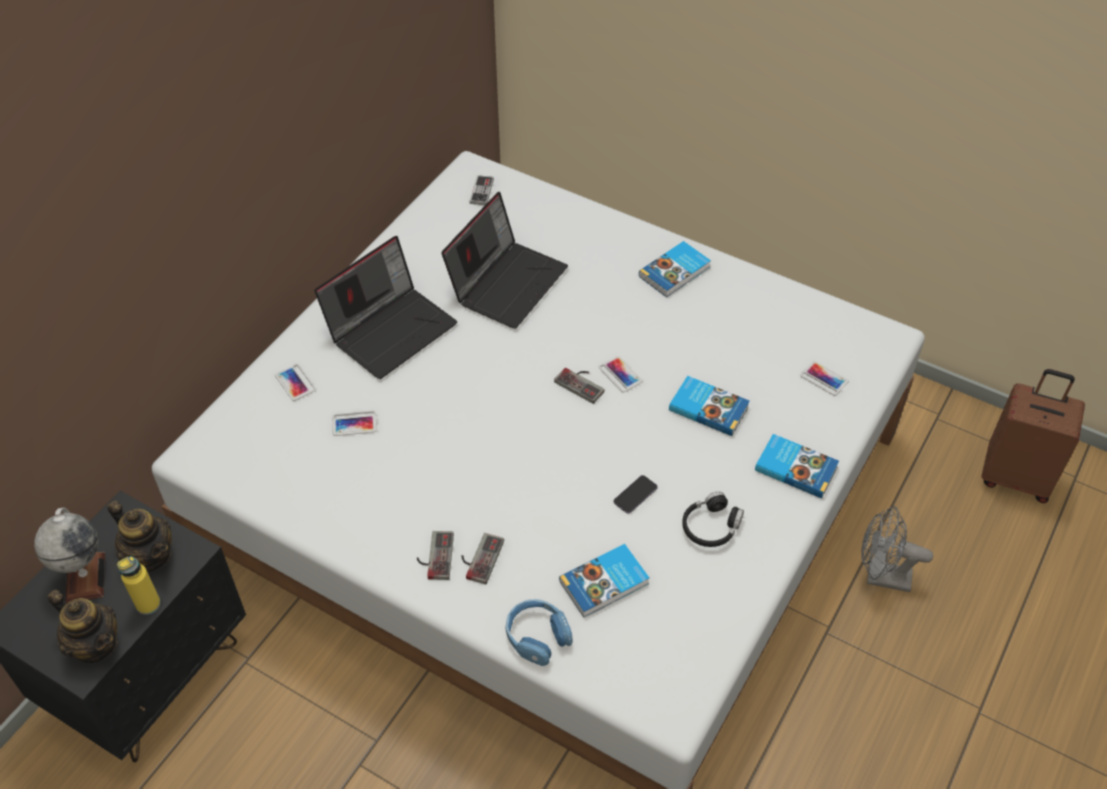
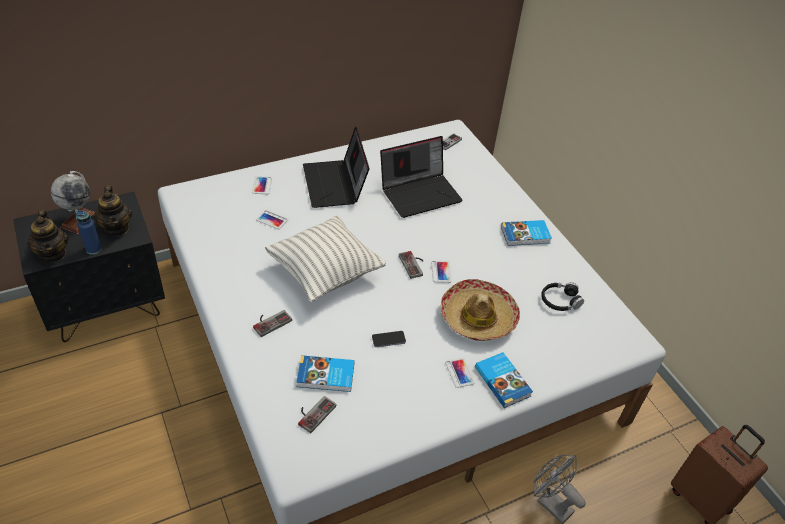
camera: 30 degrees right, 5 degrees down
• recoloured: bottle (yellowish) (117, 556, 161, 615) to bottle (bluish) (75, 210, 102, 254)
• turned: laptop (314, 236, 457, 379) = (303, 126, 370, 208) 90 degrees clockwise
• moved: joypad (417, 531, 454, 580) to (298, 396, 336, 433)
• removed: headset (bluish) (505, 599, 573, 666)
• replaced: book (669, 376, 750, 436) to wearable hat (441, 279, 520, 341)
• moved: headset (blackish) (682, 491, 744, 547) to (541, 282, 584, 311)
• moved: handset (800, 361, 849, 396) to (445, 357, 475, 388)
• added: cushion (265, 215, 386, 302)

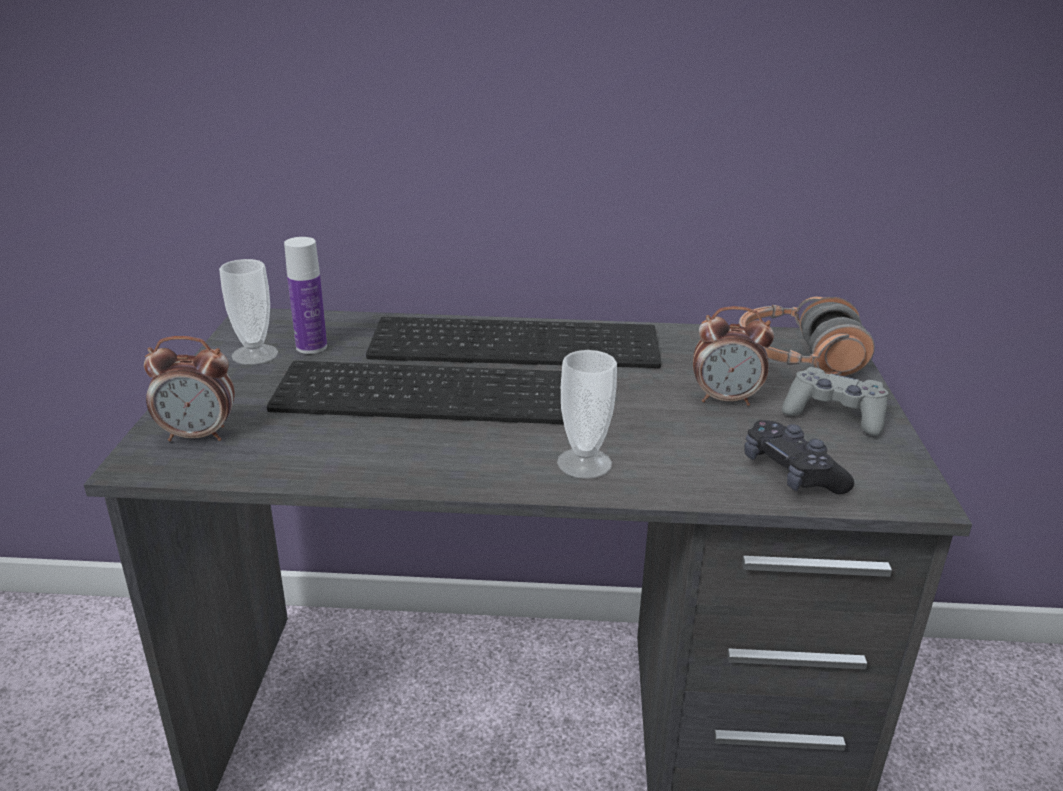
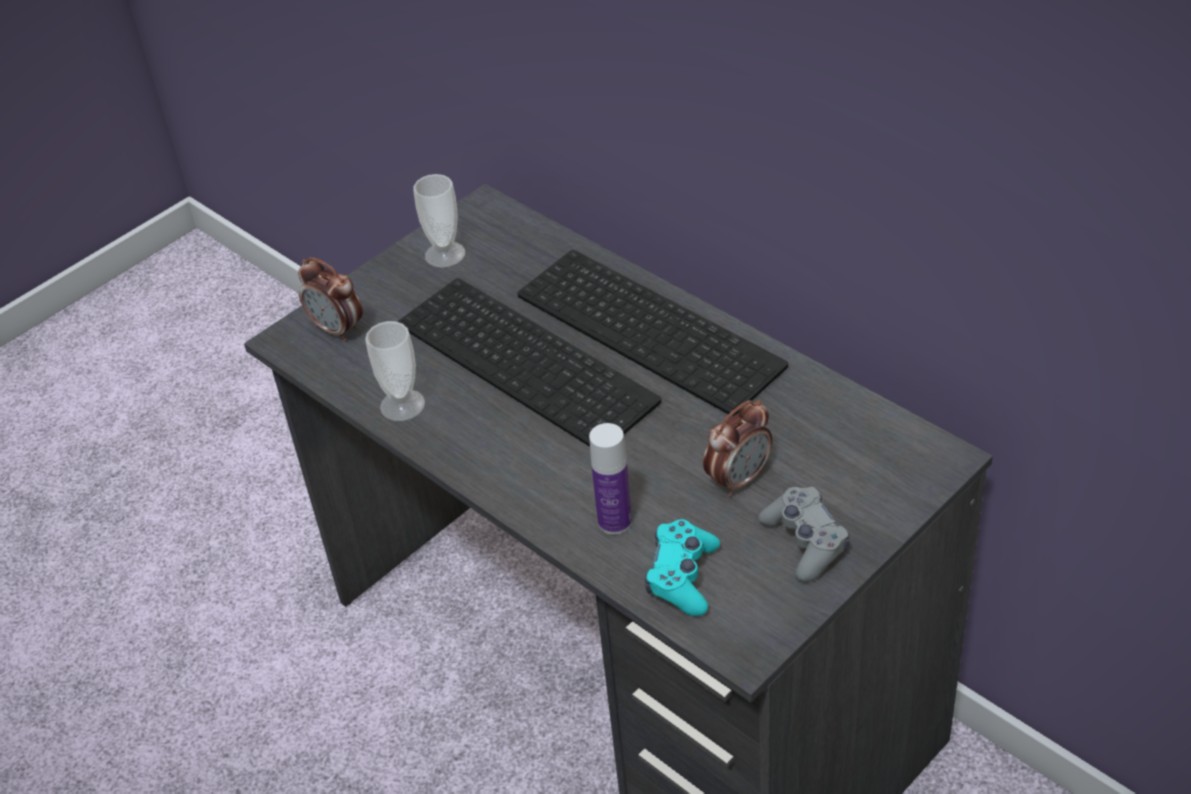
camera: 45 degrees right, 15 degrees up
• moved: bottle (284, 237, 327, 354) to (589, 423, 632, 535)
• moved: drinking cup (557, 350, 617, 479) to (365, 321, 425, 421)
• turned: table clock (693, 306, 774, 406) = (703, 400, 772, 497) 90 degrees counterclockwise
• removed: headset (739, 297, 875, 376)
• recoloured: joypad (blackish) (744, 420, 854, 494) to joypad (turquoise) (645, 519, 720, 616)

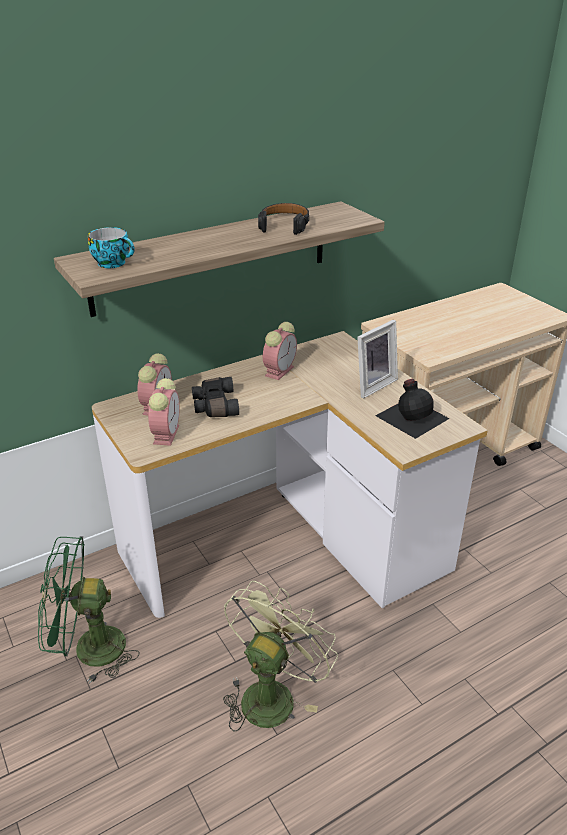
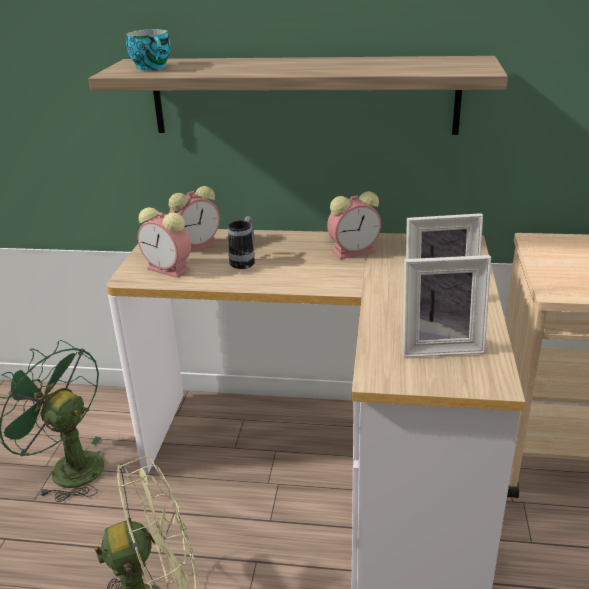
camera: 40 degrees right, 5 degrees down
• turned: table clock (147, 378, 180, 446) = (138, 207, 191, 278) 75 degrees clockwise
• replaced: pair of binoculars (blackish) (192, 377, 239, 417) to coffee mug (228, 216, 255, 269)
• removed: headset (blackish) (258, 203, 310, 235)
• replaced: bottle (blackish) (375, 379, 450, 439) to standing frame (402, 255, 491, 357)

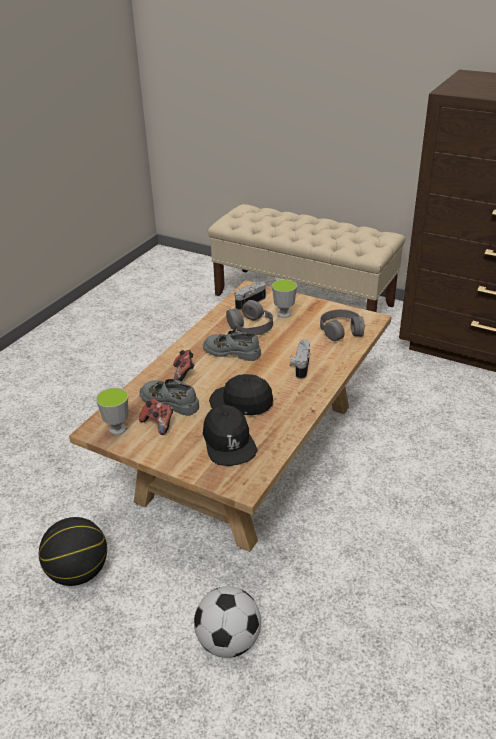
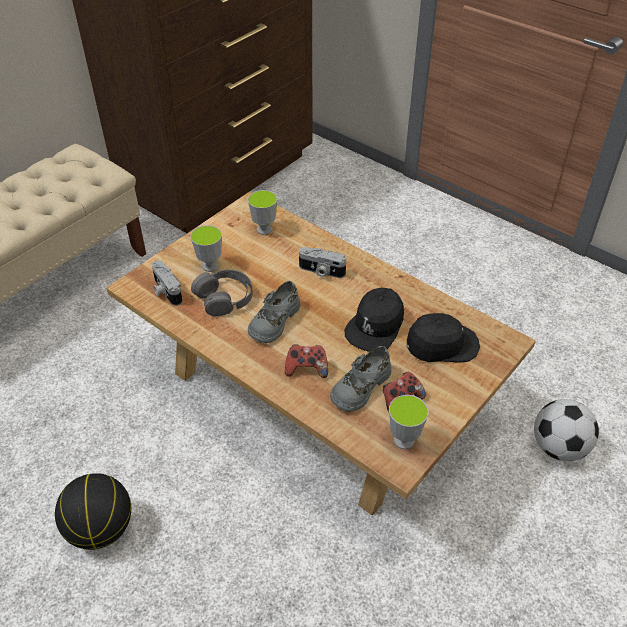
camera: 80 degrees left, 10 degrees up
• moved: basketball (39, 517, 107, 586) to (55, 473, 131, 550)
• replaced: headset (grey) (320, 309, 364, 341) to drinking cup (248, 190, 278, 235)

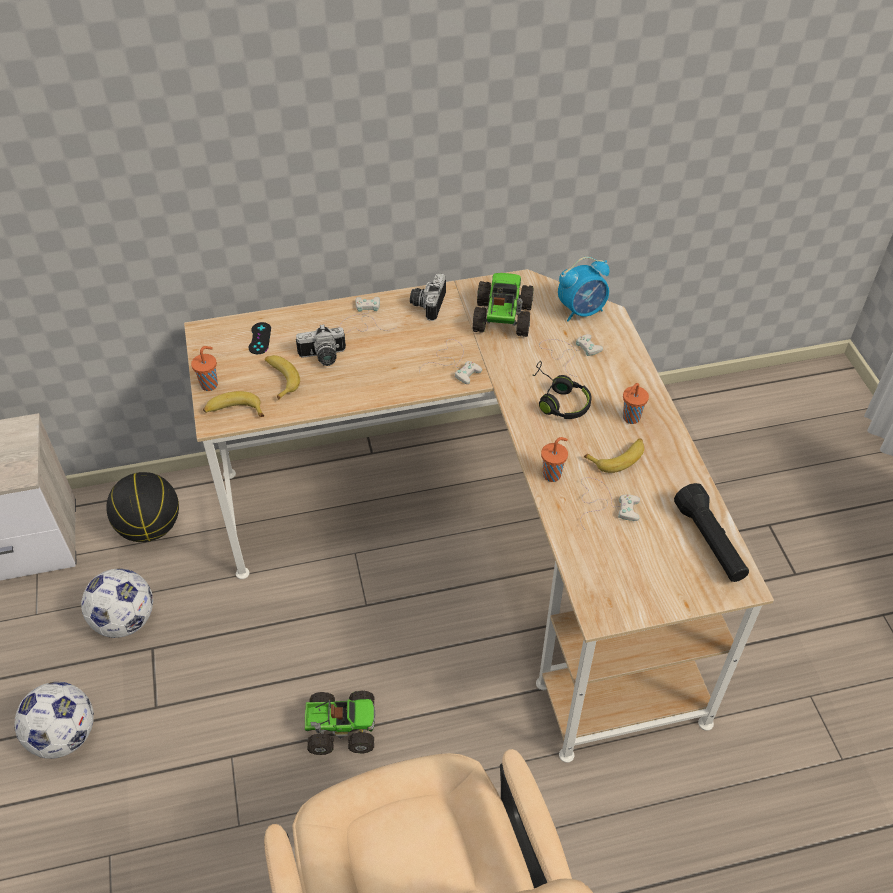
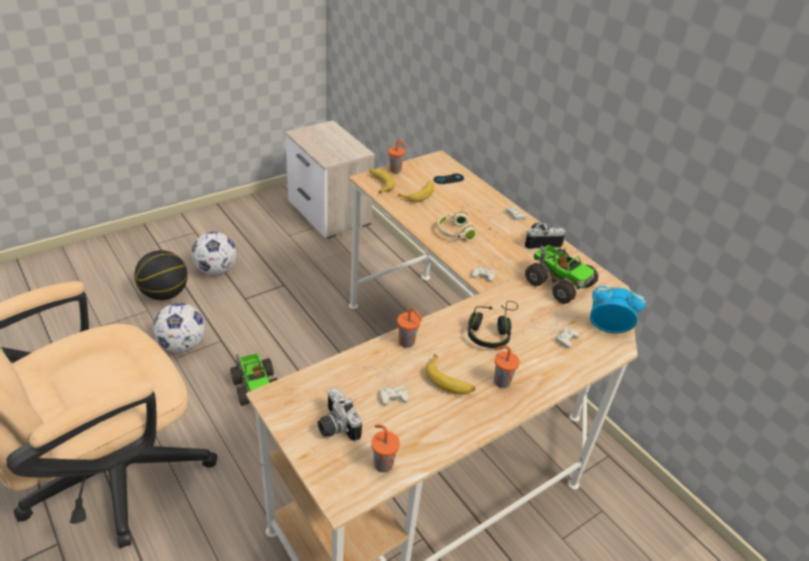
camera: 65 degrees right, 10 degrees down
• moved: ball for football (81, 569, 153, 638) to (153, 303, 205, 353)
• moved: basketball (106, 472, 179, 542) to (135, 250, 188, 300)
• moved: still camera (296, 324, 346, 366) to (318, 387, 362, 441)
• turned: toy lorry (472, 273, 534, 337) = (525, 245, 598, 304) 60 degrees clockwise
• turned: table clock (558, 257, 610, 322) = (590, 286, 646, 333) 150 degrees clockwise
• replaced: torch (blackish) (674, 483, 749, 582) to drinking cup (orange) (371, 425, 400, 472)
• added: headset (beige) (437, 206, 495, 240)

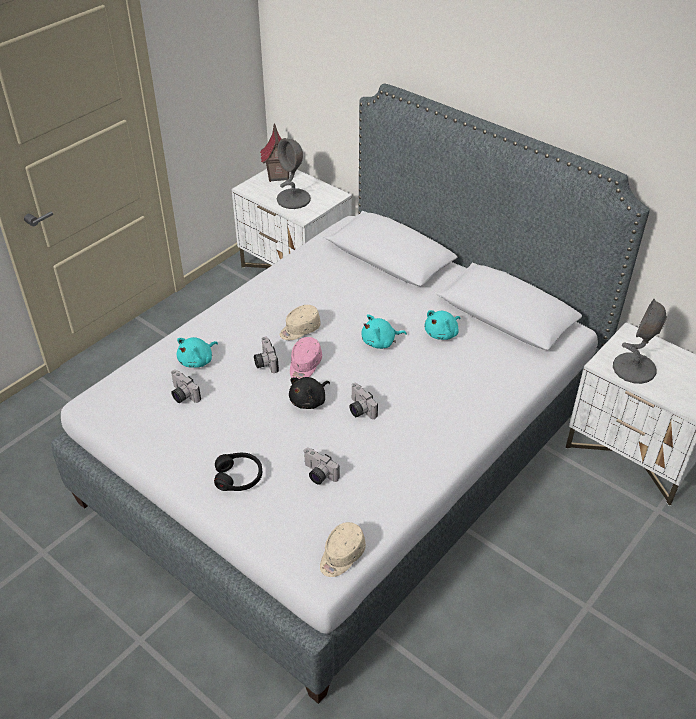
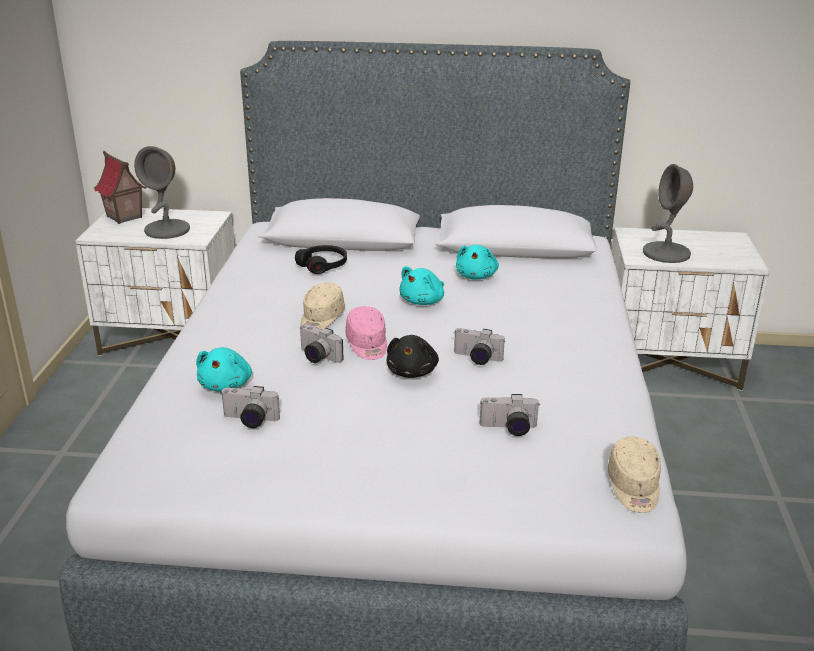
camera: 35 degrees left, 15 degrees down
• moved: headset (blackish) (214, 452, 262, 491) to (295, 245, 347, 274)

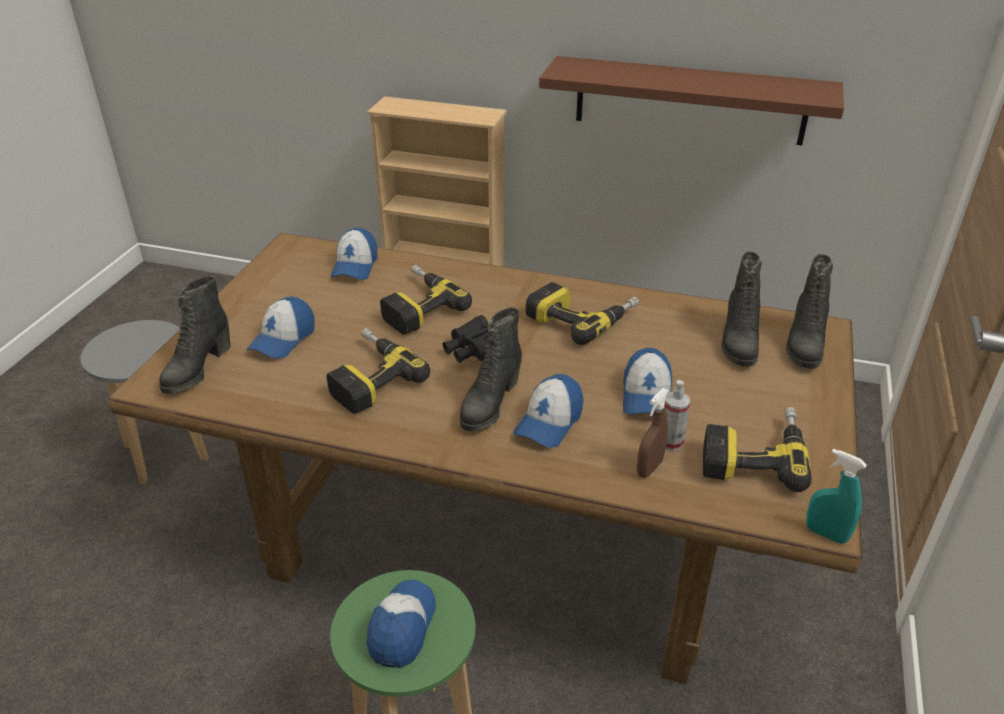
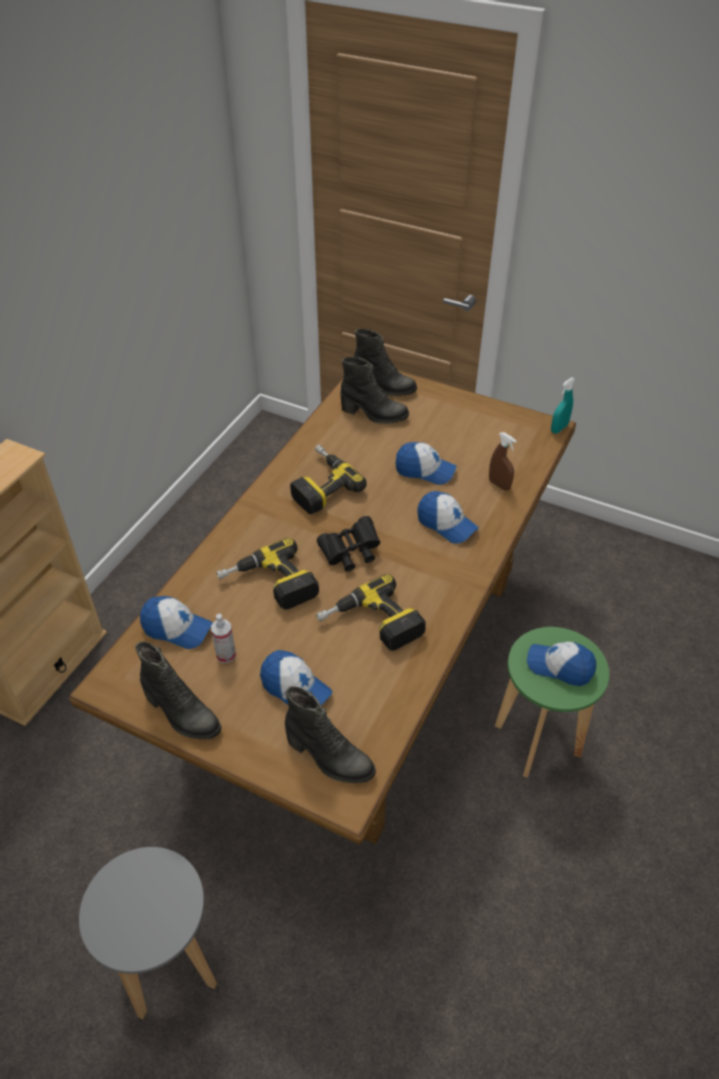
camera: 80 degrees left, 10 degrees up
• moved: tall boot (blackish) (460, 307, 522, 432) to (135, 641, 221, 740)
• removed: bracket shelf (brownish) (539, 56, 844, 145)
• moved: hand sprayer (665, 380, 690, 451) to (211, 614, 236, 663)
• removed: electric drill (703, 407, 812, 492)

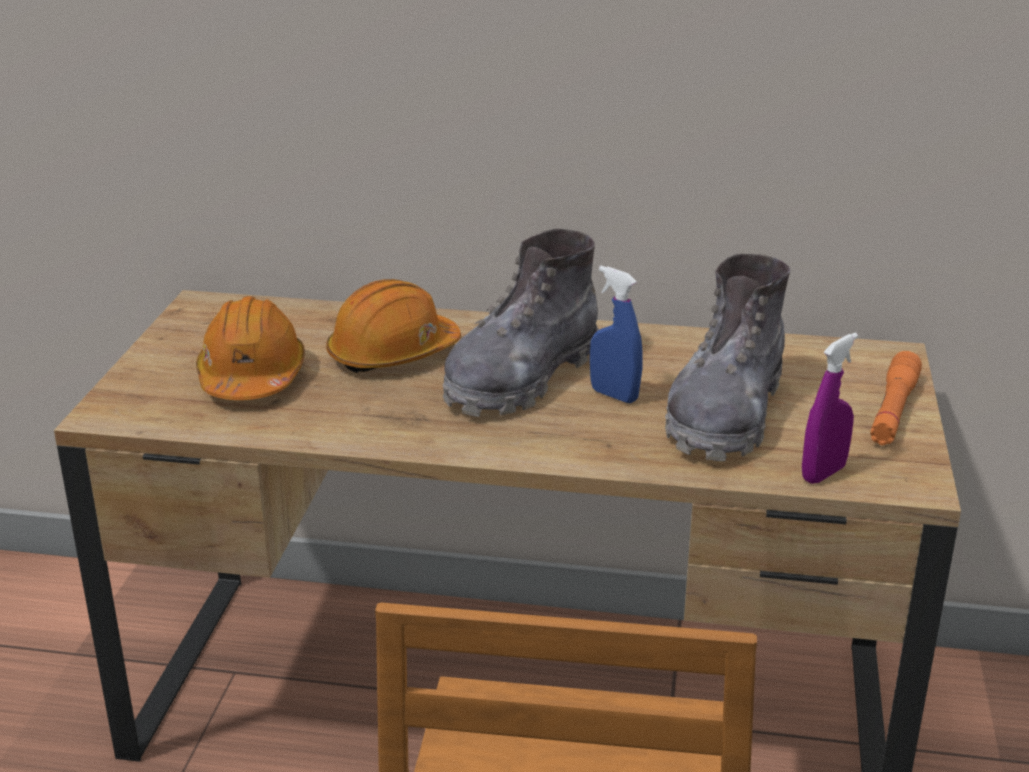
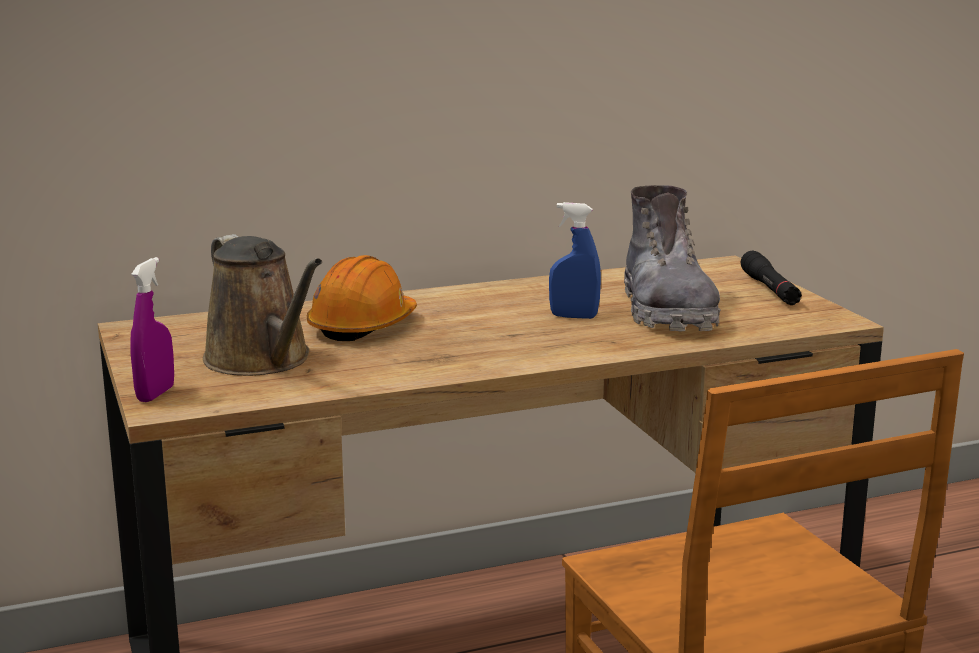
camera: 30 degrees left, 10 degrees down
• replaced: work helmet (orange) (196, 296, 305, 400) to sprinkling can (brownish) (203, 234, 322, 376)
• removed: tall boot (grey) (442, 229, 599, 417)
• moved: hand sprayer (purplish) (802, 333, 858, 484) to (130, 257, 174, 402)
• recoloured: torch (orange) (870, 351, 922, 445) to torch (blackish) (741, 251, 802, 305)

